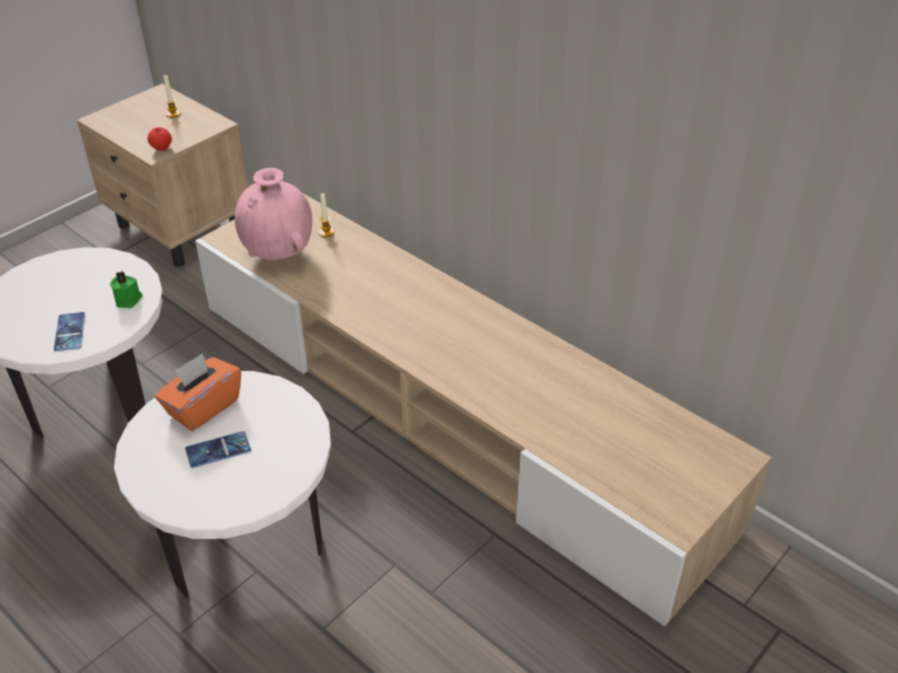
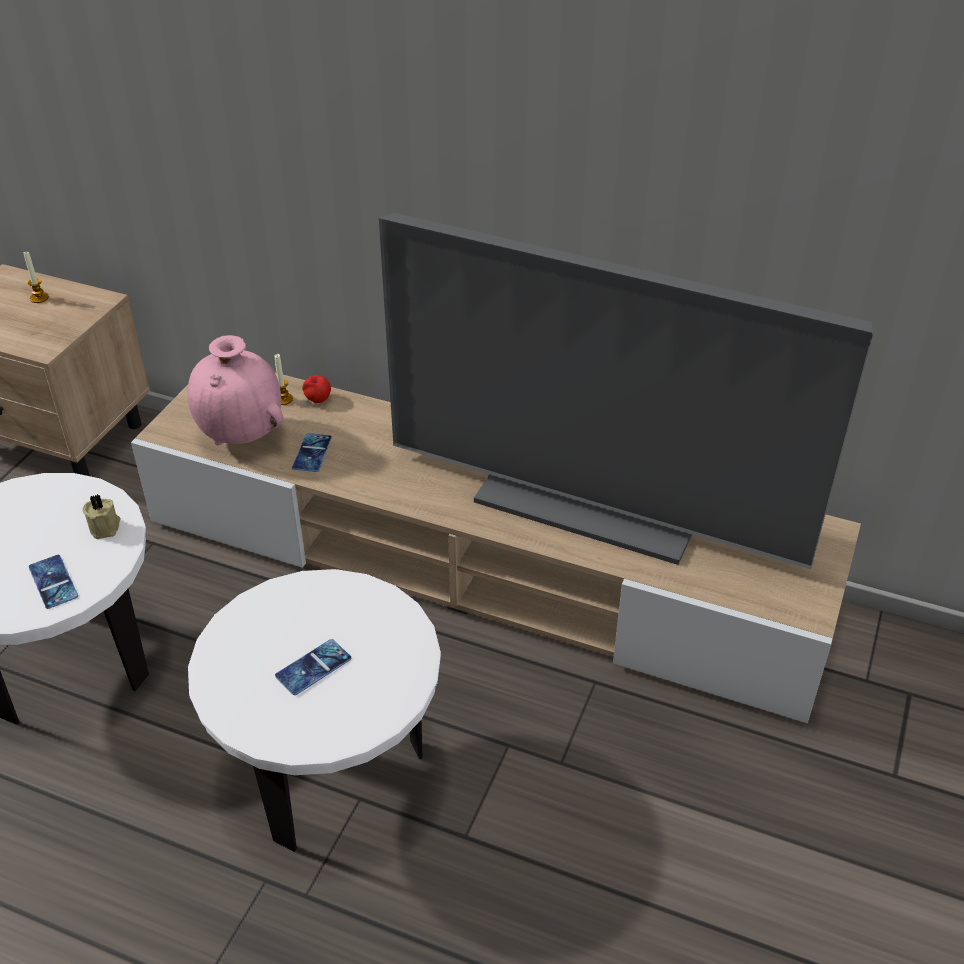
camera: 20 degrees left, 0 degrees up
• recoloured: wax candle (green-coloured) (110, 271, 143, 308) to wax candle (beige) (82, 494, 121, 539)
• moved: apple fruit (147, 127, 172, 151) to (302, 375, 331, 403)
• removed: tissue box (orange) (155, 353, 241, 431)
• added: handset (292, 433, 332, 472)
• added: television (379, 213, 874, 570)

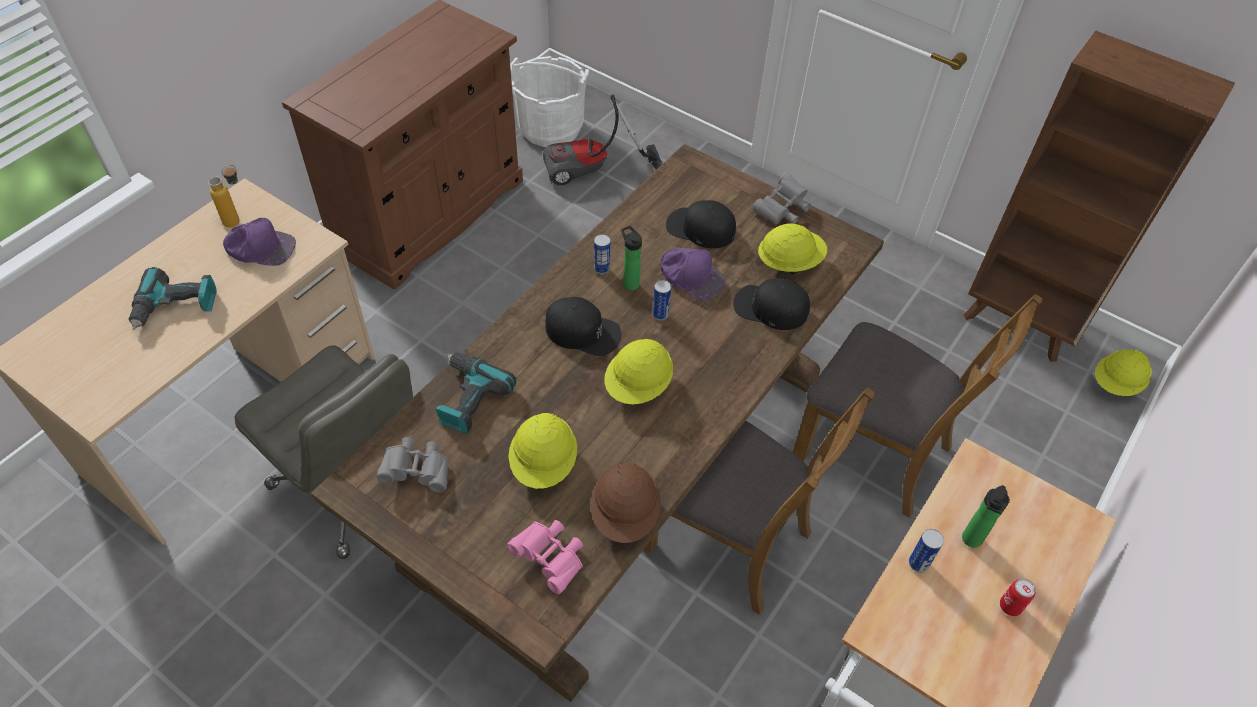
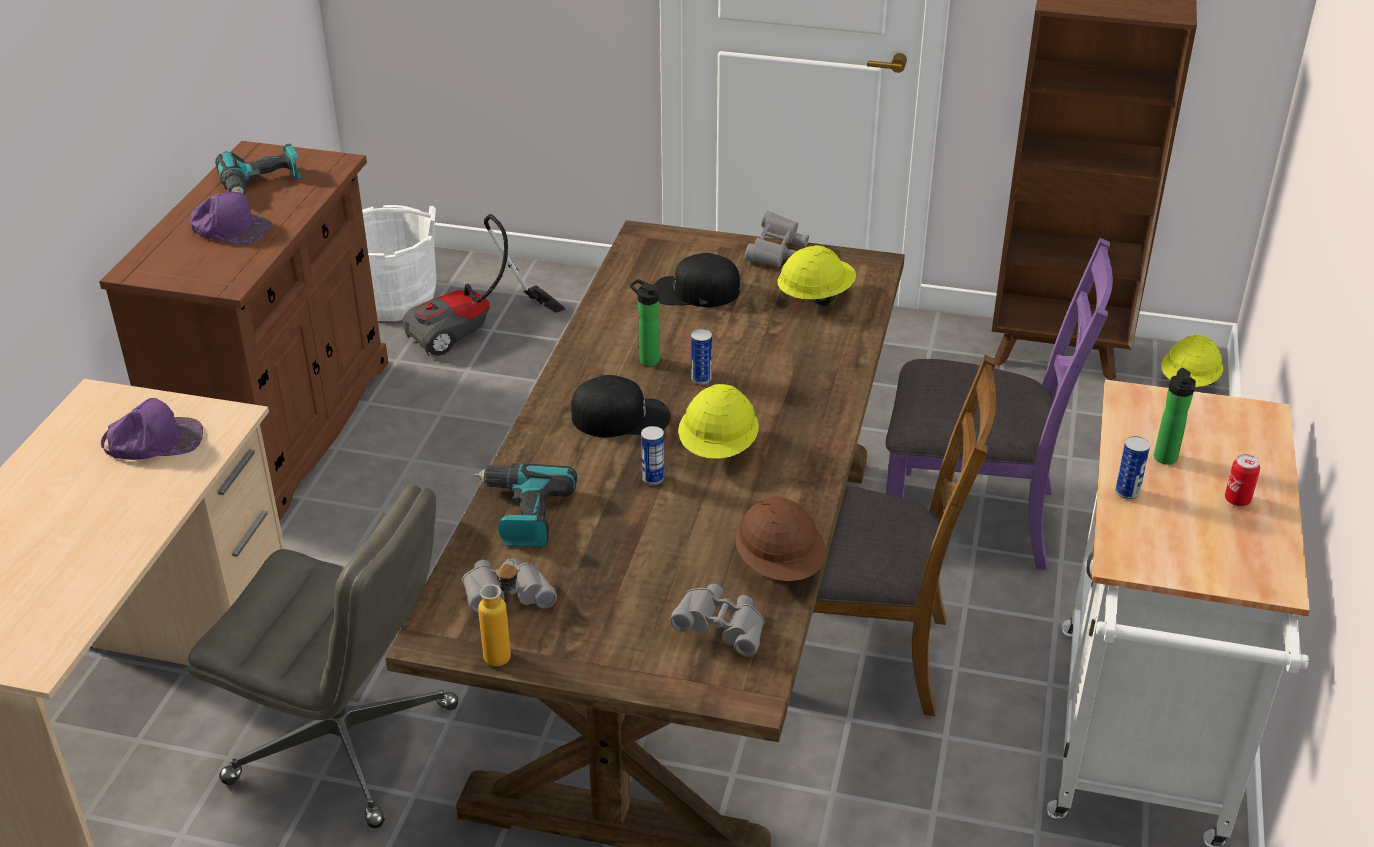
camera: 20 degrees left, 15 degrees down
• moved: electric drill (129, 267, 216, 330) to (215, 143, 302, 194)
• moved: bottle (208, 165, 239, 227) to (478, 559, 517, 667)
• recoloured: pair of binoculars (pinkish) (507, 520, 583, 594) to pair of binoculars (grey) (670, 584, 765, 657)
• removed: work helmet (yellowish) (508, 413, 577, 489)
• moved: can (594, 234, 610, 274) to (641, 426, 664, 485)
• moved: peaked cap (purplish) (660, 247, 726, 301) to (190, 192, 272, 245)
• removed: peaked cap (blackish) (733, 278, 810, 330)
• recoloured: chair (brownish) (793, 293, 1043, 518) to chair (purplish) (886, 238, 1113, 570)

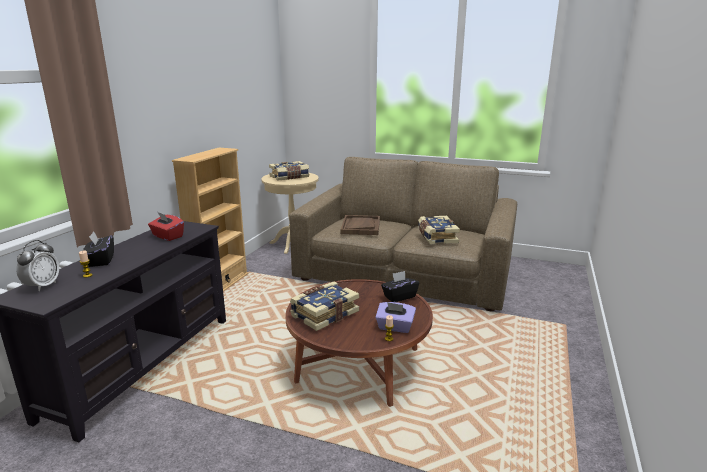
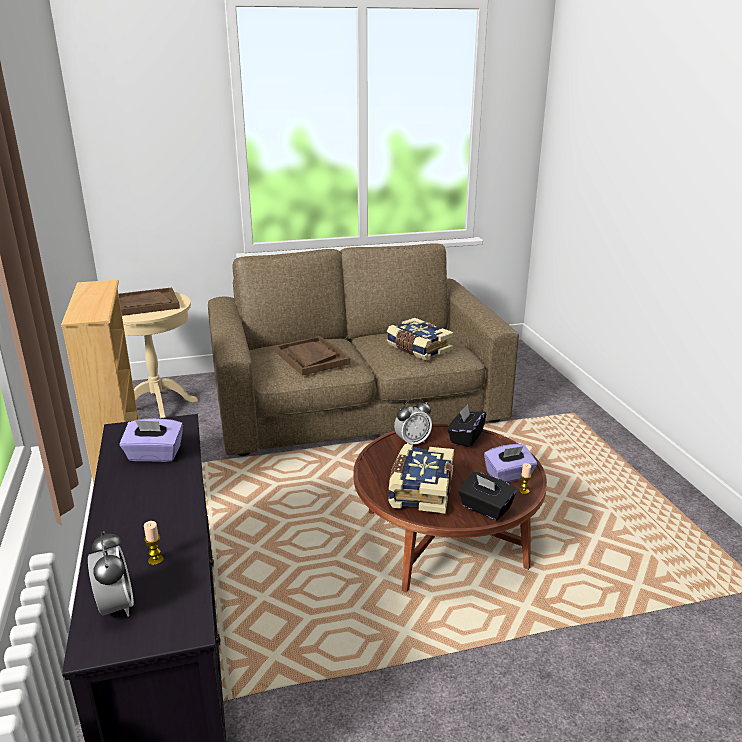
camera: 35 degrees left, 5 degrees up
• moved: tissue box (blackish) (83, 231, 114, 267) to (458, 472, 517, 520)
• recoloured: tissue box (red-coloured) (148, 212, 184, 241) to tissue box (purplish) (120, 418, 183, 462)
• replaced: book (269, 161, 309, 181) to tray (brownish) (119, 287, 180, 316)
• added: table clock (394, 398, 432, 445)

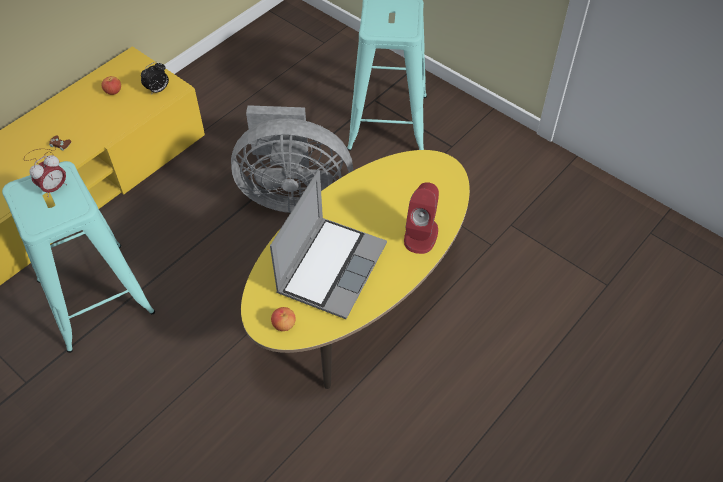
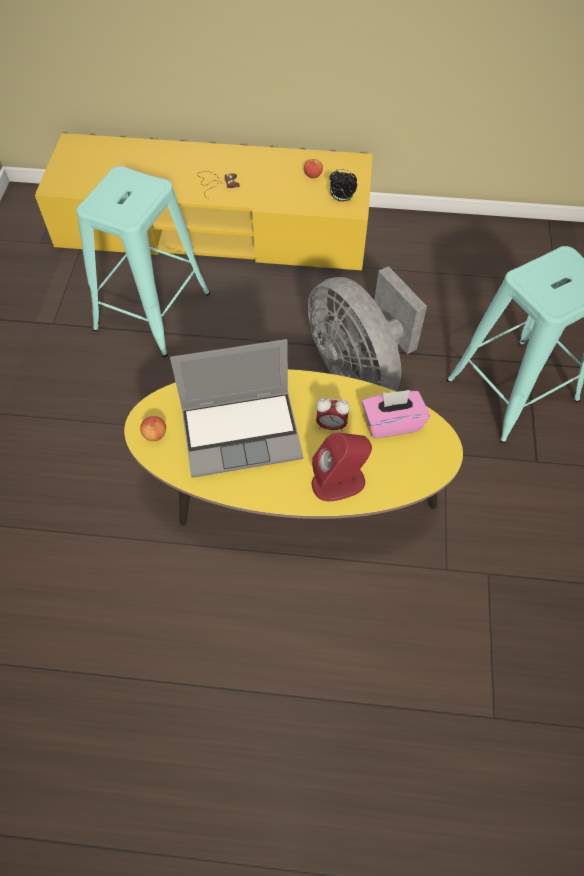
camera: 55 degrees right, 5 degrees up
• moved: table clock (29, 155, 67, 197) to (316, 398, 350, 432)
• added: tissue box (pinkish) (362, 390, 430, 438)

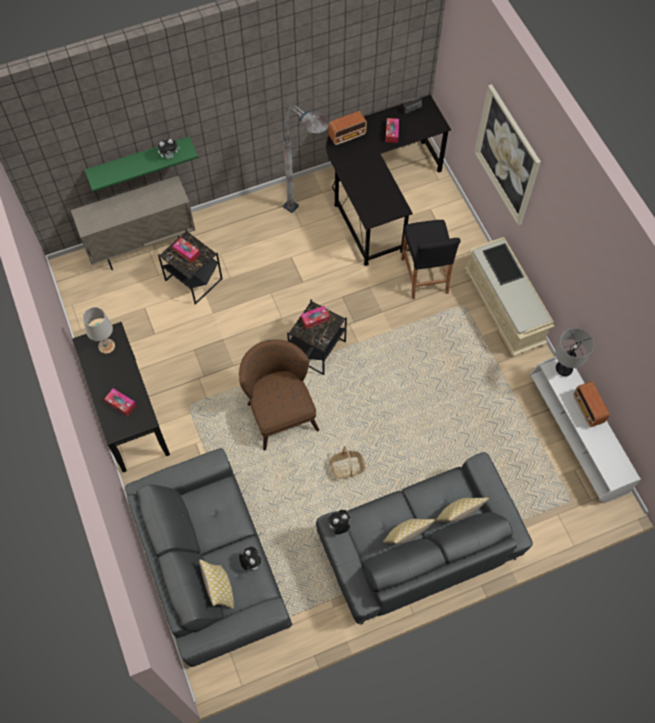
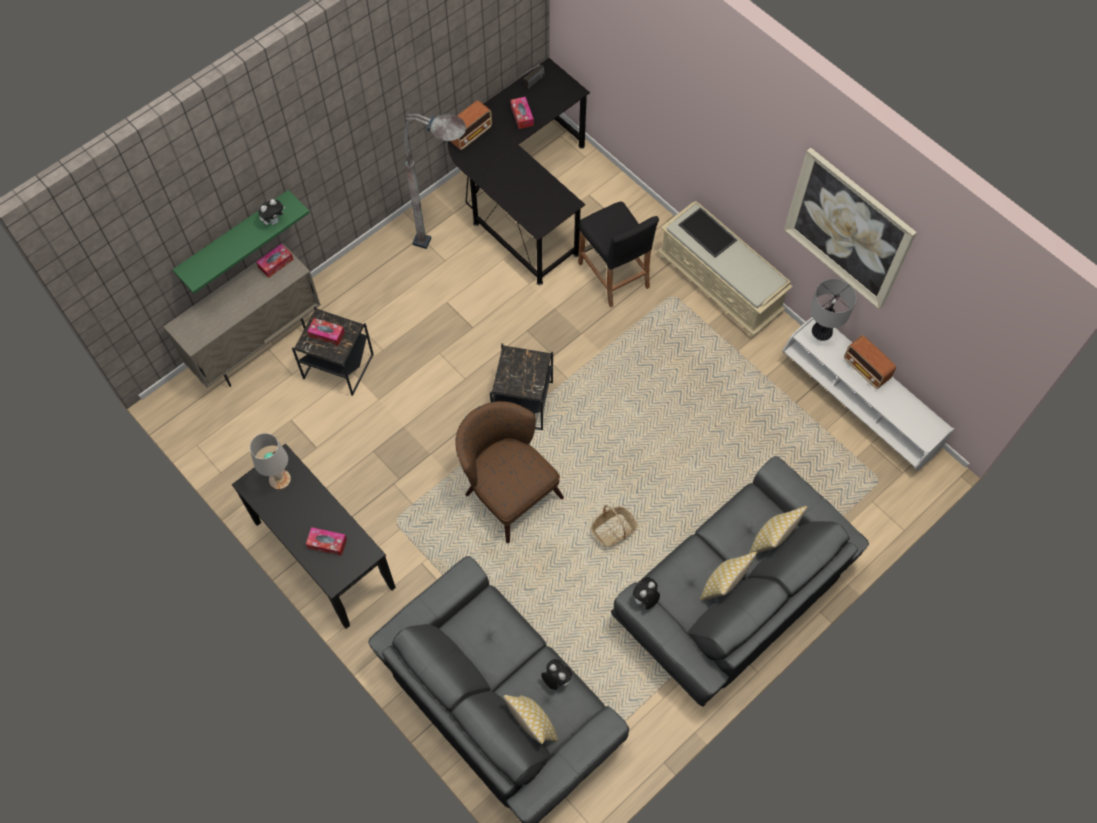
camera: 20 degrees left, 0 degrees up
• moved: tissue box (301, 306, 330, 329) to (256, 244, 294, 278)
• moved: wall art (474, 84, 541, 225) to (784, 148, 917, 310)

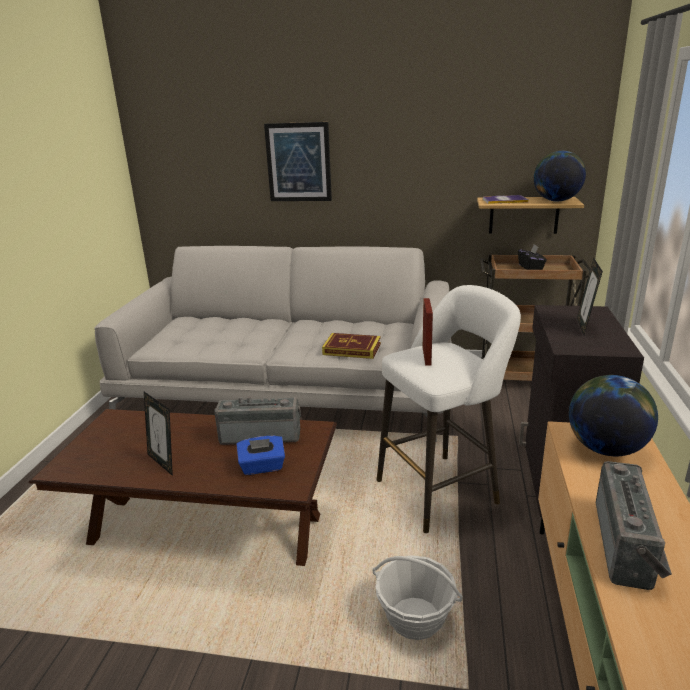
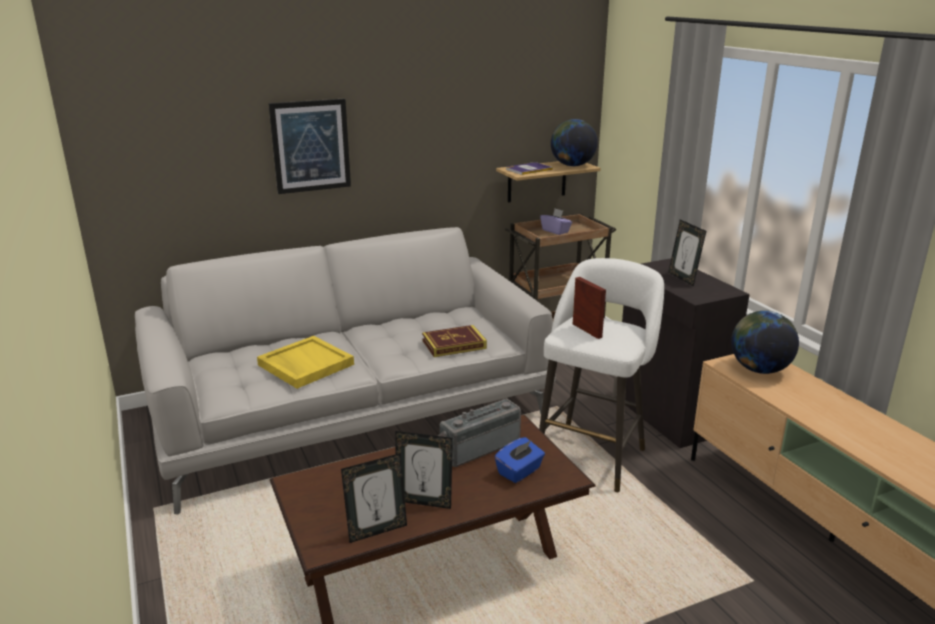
camera: 35 degrees left, 0 degrees up
• removed: household basket (372, 555, 463, 640)
• recoloured: tissue box (blackish) (518, 245, 547, 270) to tissue box (purplish) (540, 208, 572, 235)
• removed: radio (596, 461, 672, 590)
• added: tray (yellowish) (257, 336, 354, 389)
• added: standing frame (341, 453, 407, 543)

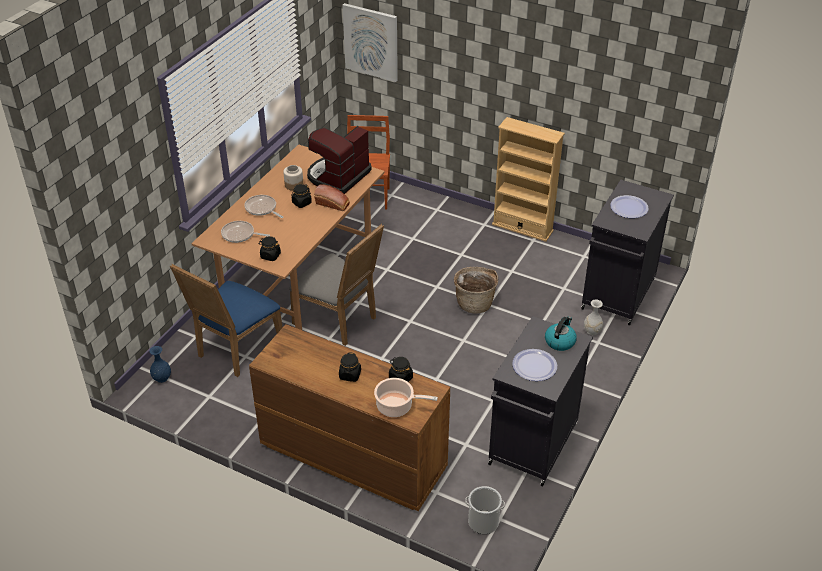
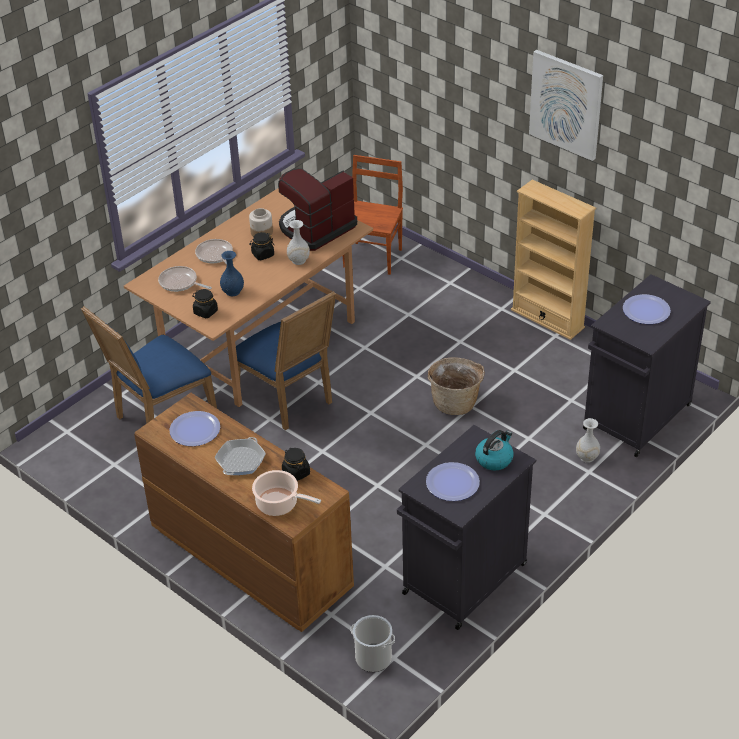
camera: 15 degrees right, 0 degrees up
• moved: vase (bluish) (149, 346, 171, 383) to (220, 251, 244, 296)
• recoloured: chair (grey) (289, 224, 384, 346) to chair (bluish) (228, 291, 336, 430)
• replaced: bakery bread (314, 184, 350, 211) to vase (white-coloured) (287, 220, 310, 265)
• replaced: preserve jar (blackish) (339, 352, 361, 382) to pan (214, 437, 266, 475)
• moved: wall art (342, 3, 398, 82) to (529, 50, 603, 161)
• added: dinner plate (169, 411, 220, 446)

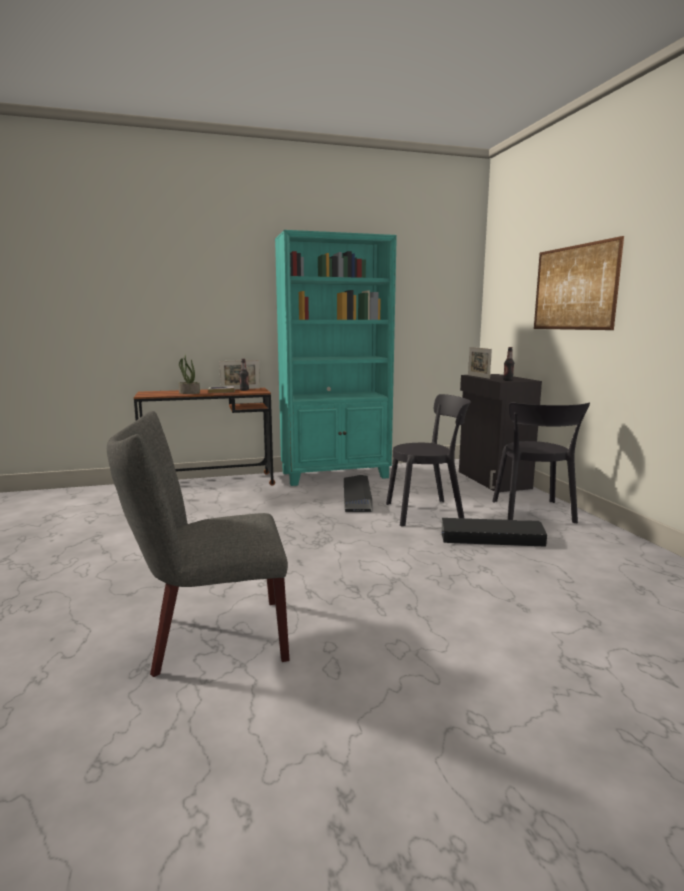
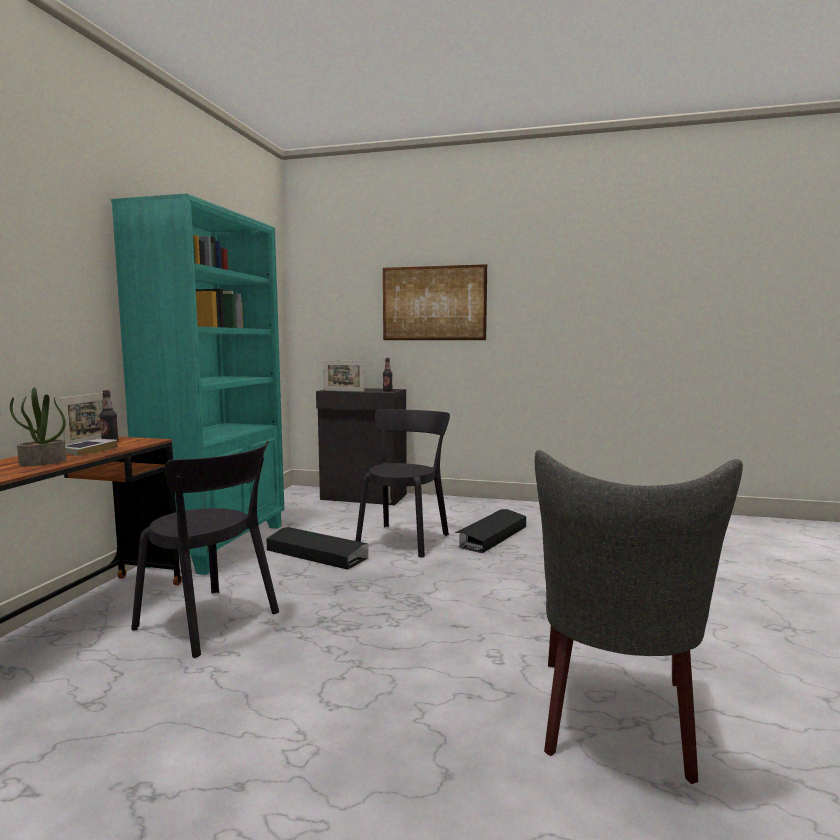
camera: 60 degrees left, 5 degrees down
• moved: chair (blackish) (492, 402, 590, 523) to (131, 441, 279, 658)

